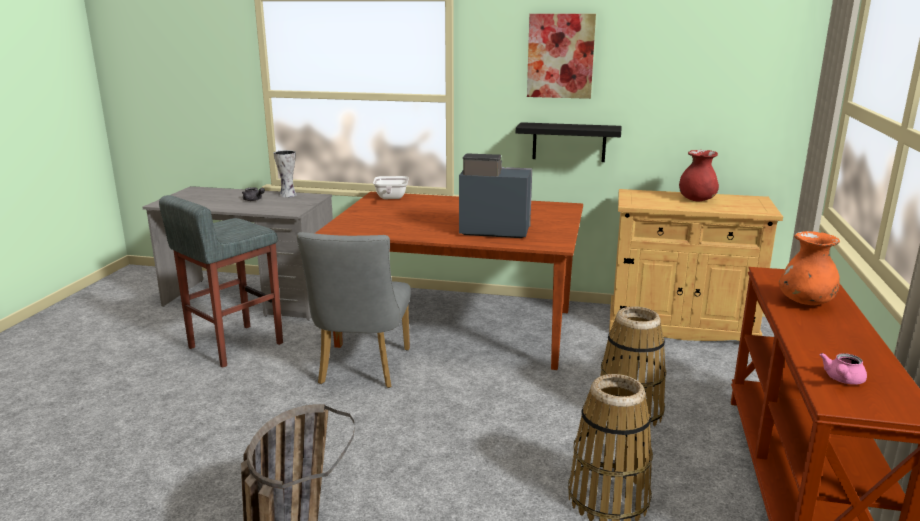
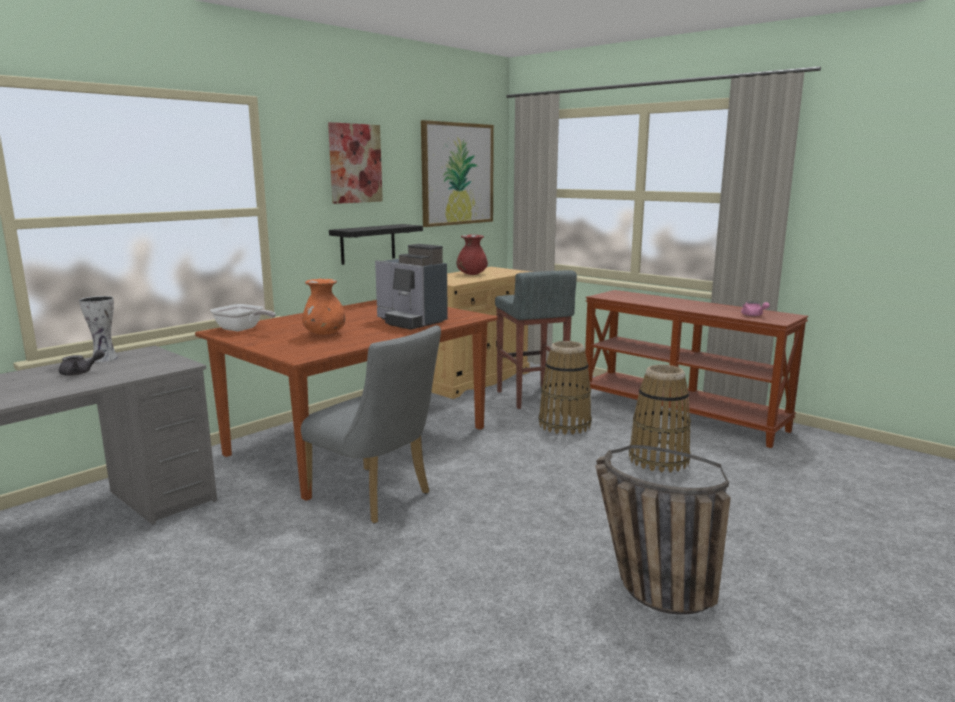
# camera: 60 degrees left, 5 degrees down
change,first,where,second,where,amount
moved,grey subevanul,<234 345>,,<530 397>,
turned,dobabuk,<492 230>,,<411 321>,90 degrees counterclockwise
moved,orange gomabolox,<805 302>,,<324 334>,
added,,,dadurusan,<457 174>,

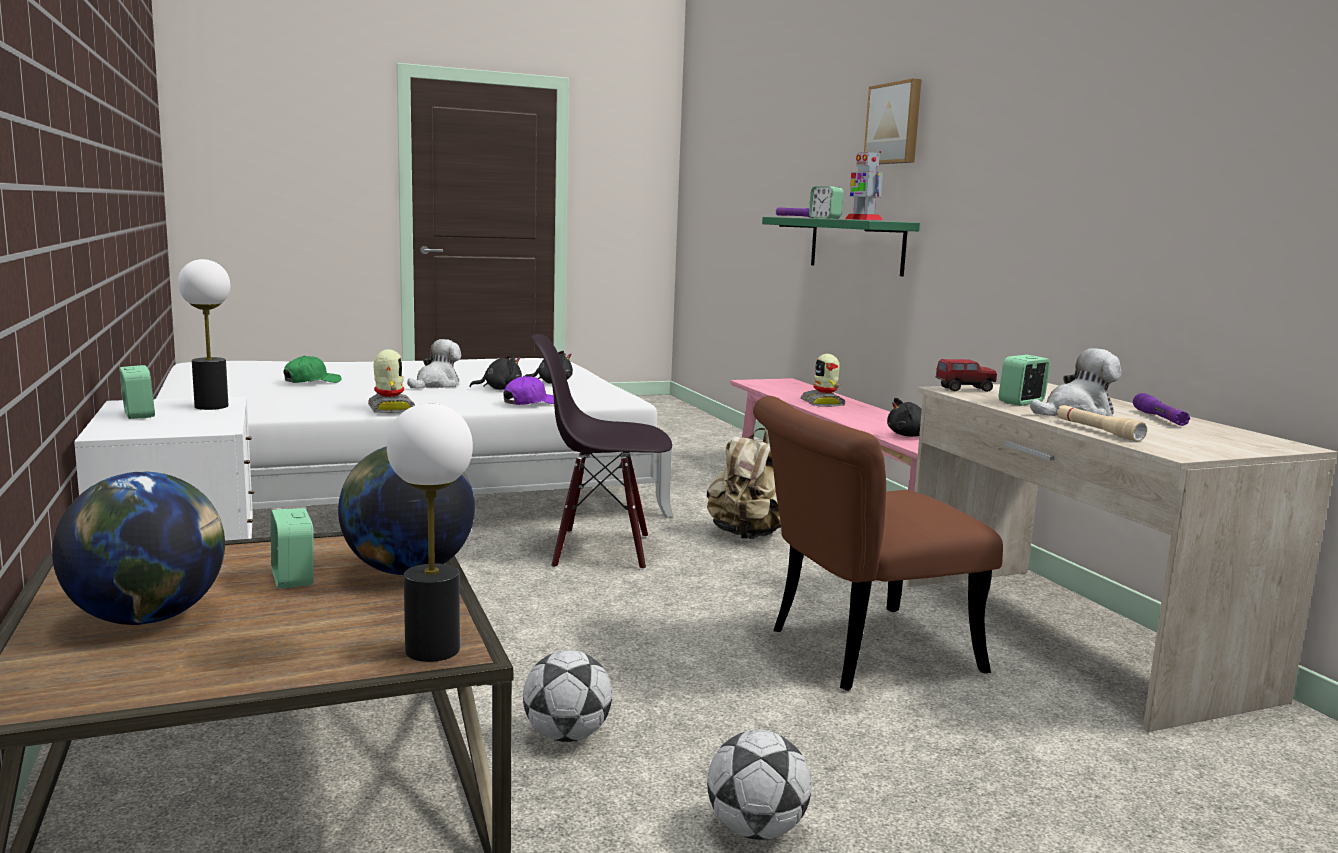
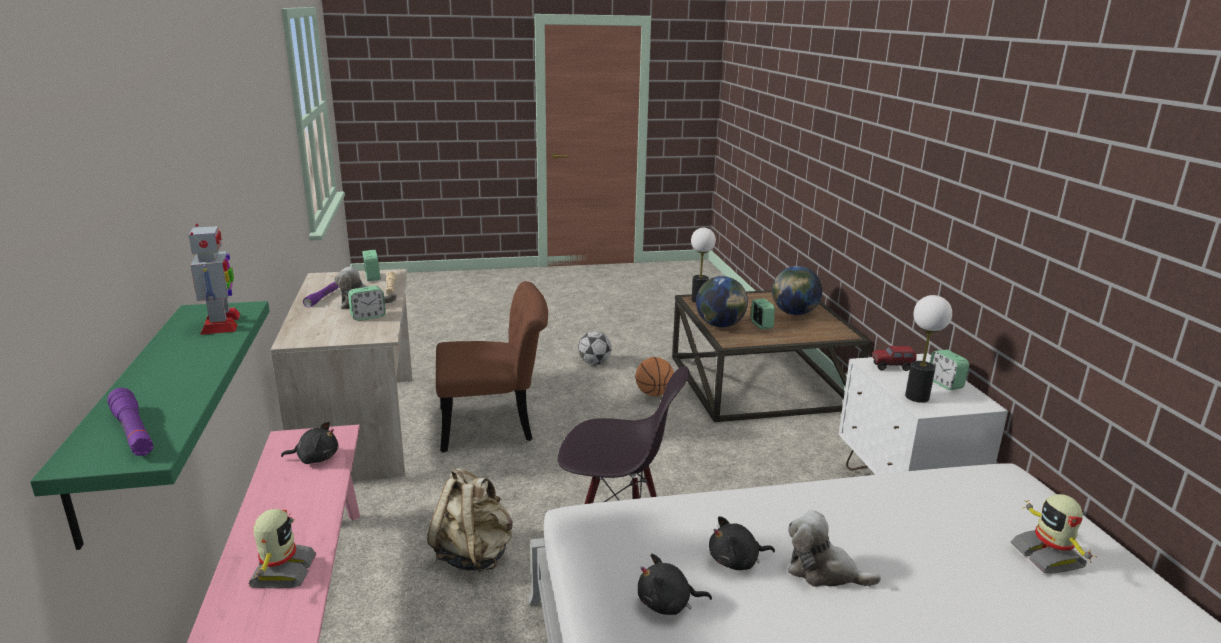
# camera: 170 degrees left, 10 degrees up
change,first,where,second,where,amount
removed,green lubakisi,<312 381>,,,
moved,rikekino,<390 409>,,<1048 556>,
turned,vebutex,<436 385>,,<823 571>,75 degrees clockwise
removed,purple lubakisi,<530 403>,,,
replaced,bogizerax,<566 736>,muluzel,<654 394>,
moved,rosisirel,<825 218>,,<372 277>,
removed,dadurusan,<895 123>,,,
moved,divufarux,<964 389>,,<892 367>,

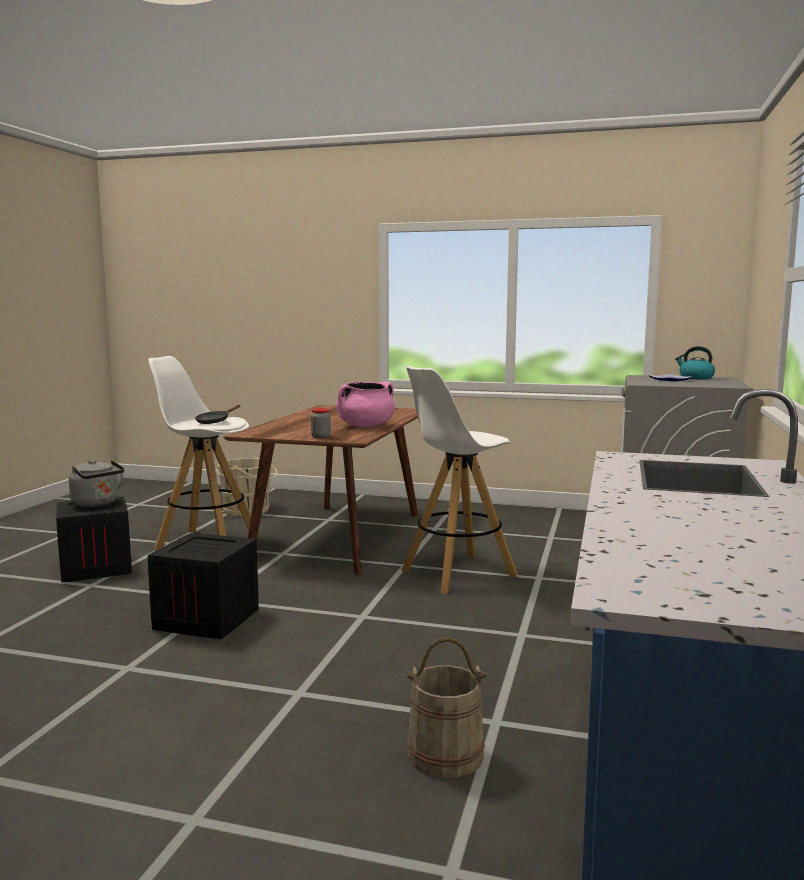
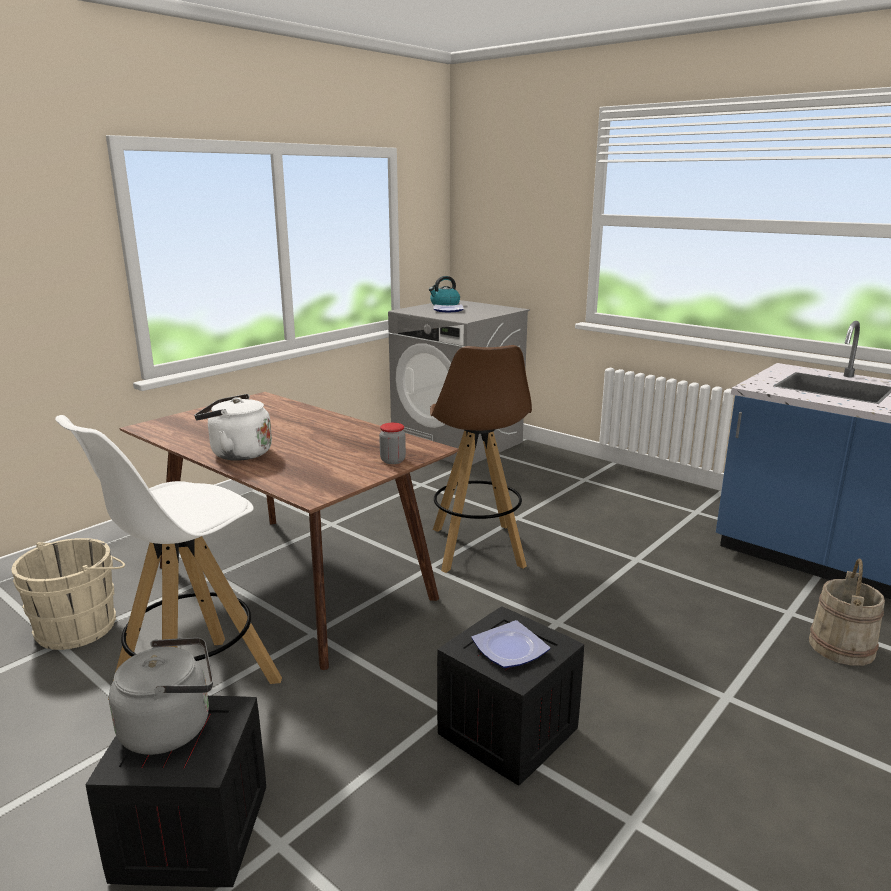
# camera: 65 degrees left, 10 degrees up
change,first,where,second,where,amount
removed,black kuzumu,<215 421>,,,
removed,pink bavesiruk,<365 426>,,,
recoloured,white subevanul,<457 573>,brown subevanul,<477 548>,
added,,,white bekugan,<237 453>,
added,,,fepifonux,<510 648>,

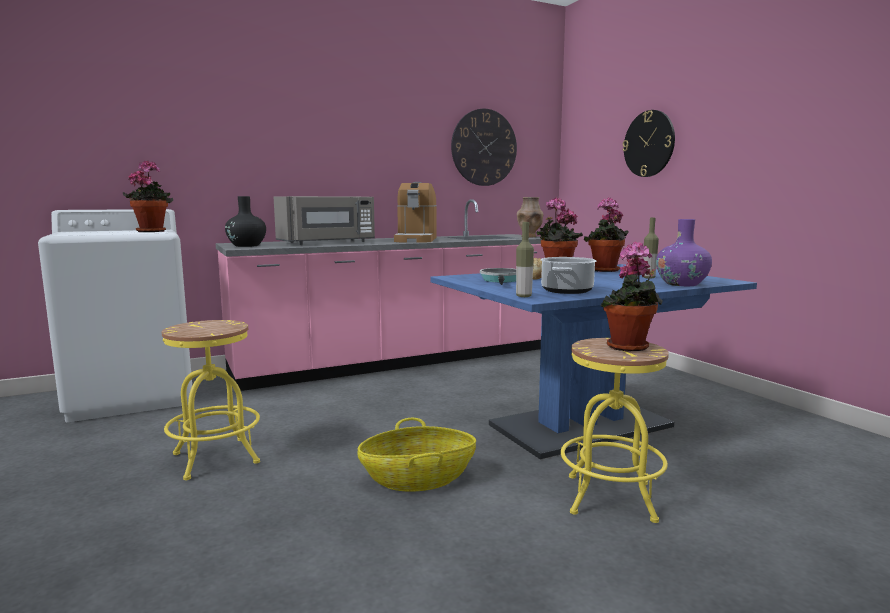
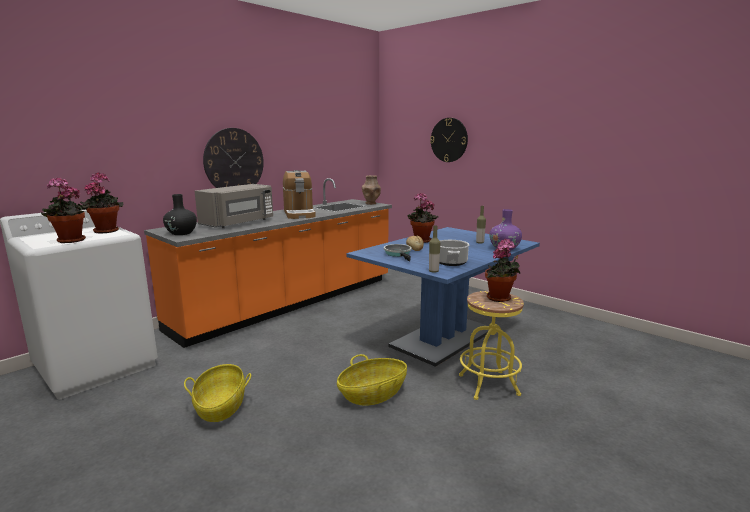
# camera: 20 degrees left, 5 degrees up
change,first,where,second,where,amount
replaced,yellow subevanul,<216 458>,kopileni,<221 406>,
recoloured,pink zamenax,<398 361>,orange zamenax,<290 303>,
moved,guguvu,<484 147>,,<234 161>,
moved,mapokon,<605 270>,,<70 241>,

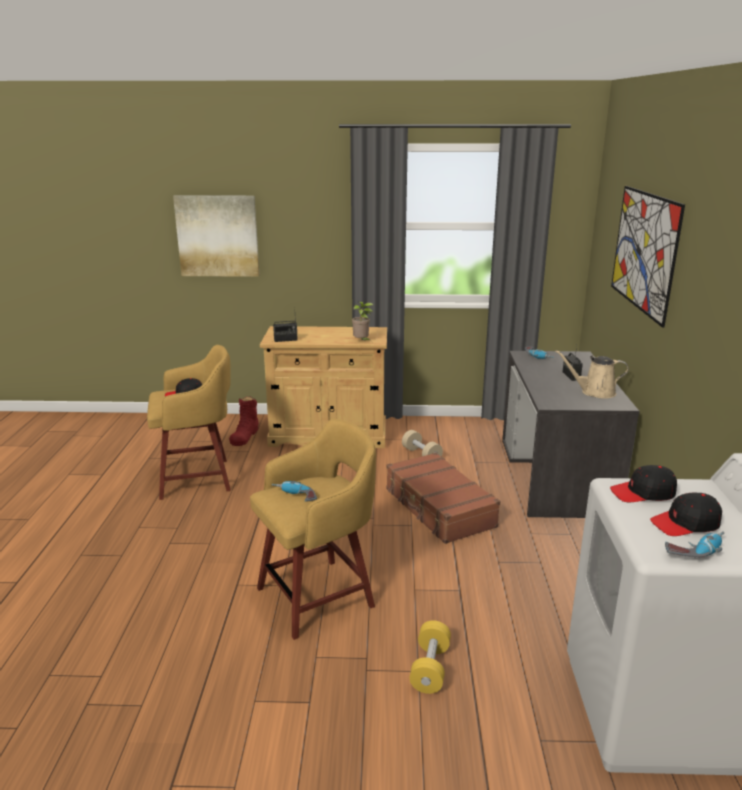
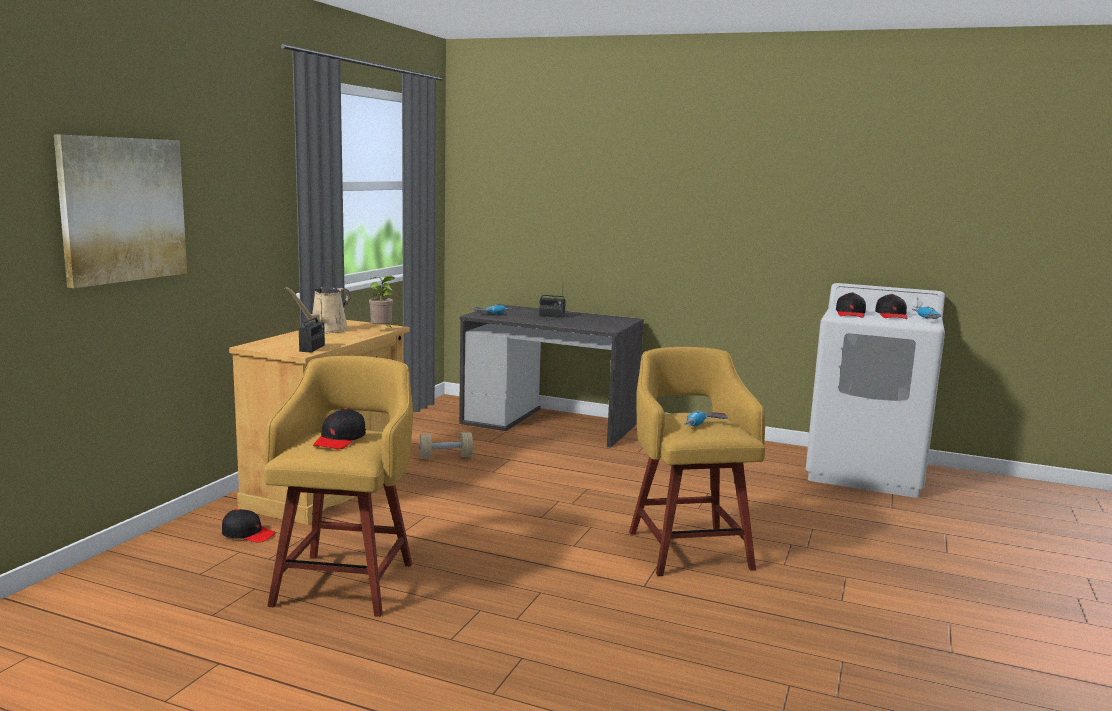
# camera: 70 degrees left, 10 degrees down
change,first,where,second,where,amount
replaced,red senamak,<245 436>,black lubakisi,<248 534>,
removed,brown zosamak,<438 508>,,,
removed,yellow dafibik,<430 668>,,,
moved,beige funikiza,<594 392>,,<325 331>,
removed,dadurusan,<644 251>,,,

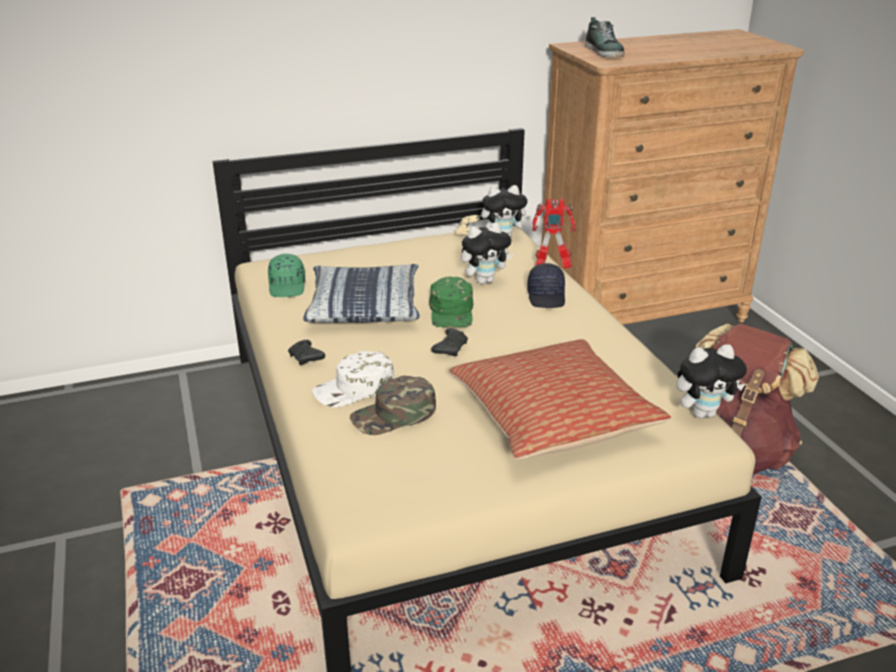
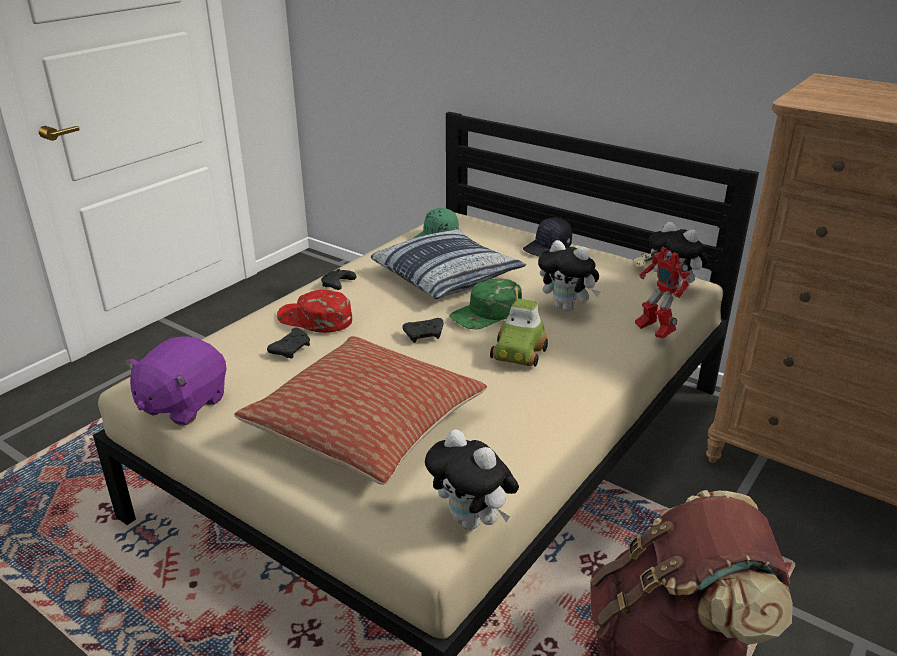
# camera: 55 degrees right, 0 degrees up
change,first,where,second,where,amount
recoloured,white lubakisi,<354 388>,red lubakisi,<314 319>,
replaced,green lubakisi,<394 415>,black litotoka,<291 349>,
moved,black lubakisi,<547 296>,,<548 248>,
removed,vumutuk,<604 52>,,,
added,,,purple vebutex,<182 404>,
added,,,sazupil,<519 354>,

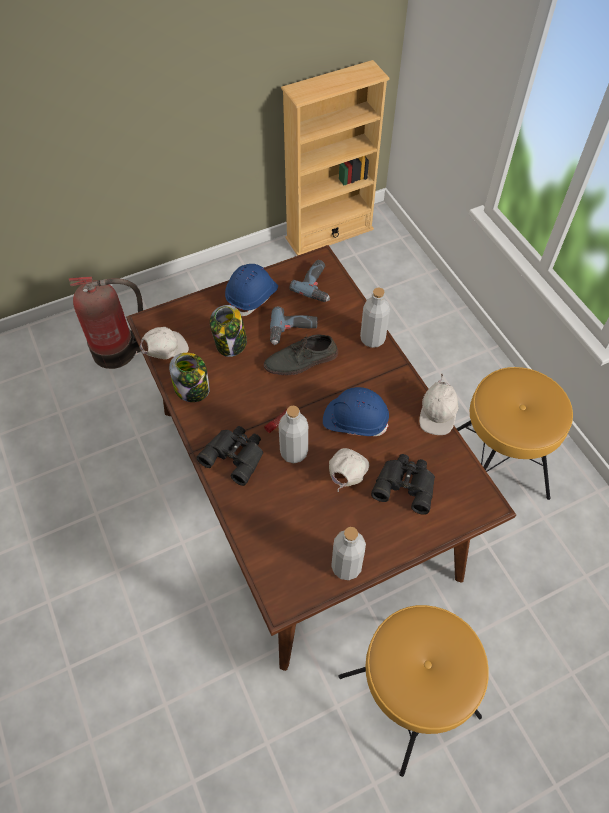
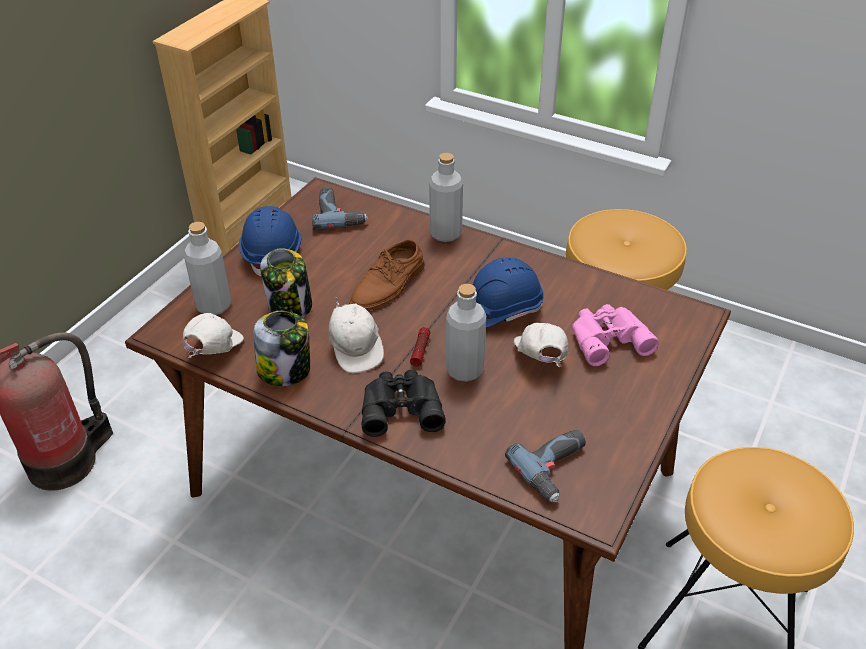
# camera: 35 degrees left, 15 degrees down
change,first,where,second,where,amount
recoloured,grey vumutuk,<301 361>,brown vumutuk,<388 286>,
moved,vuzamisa,<293 331>,,<556 469>,
moved,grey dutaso,<346 566>,,<214 306>,
recoloured,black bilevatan,<405 484>,pink bilevatan,<607 338>,
moved,white lubakisi,<437 414>,,<356 349>,

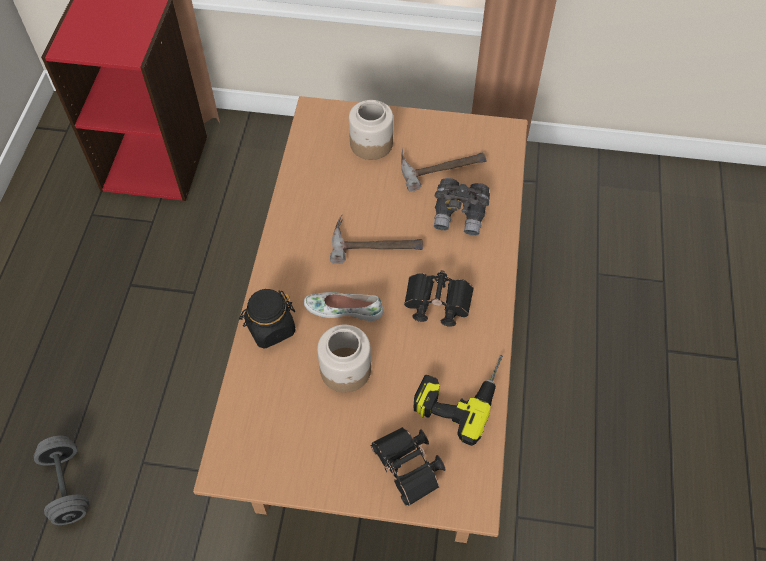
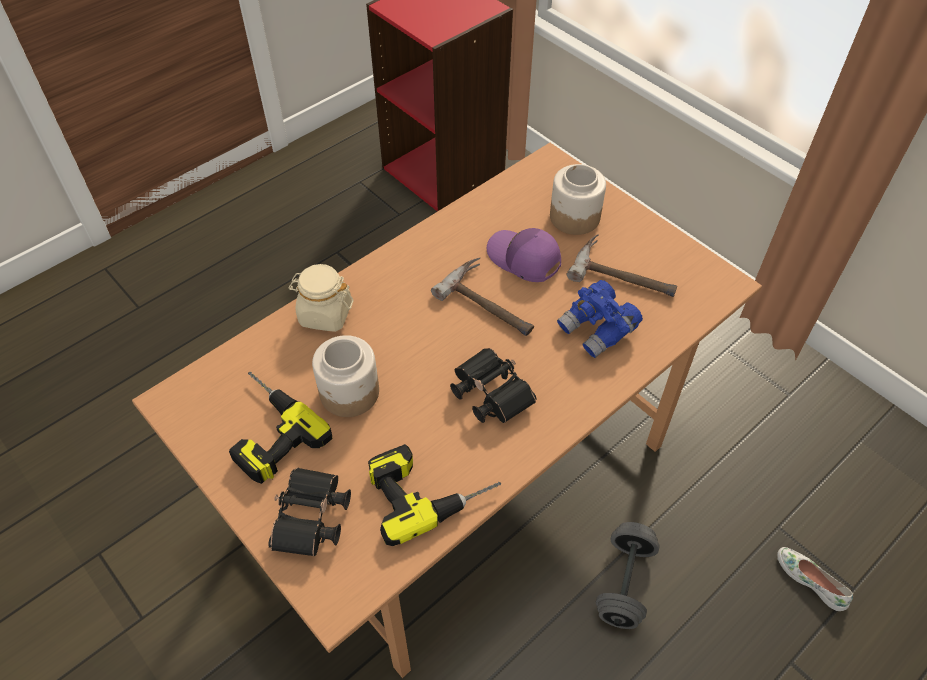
# camera: 40 degrees right, 5 degrees down
change,first,where,second,where,amount
moved,grey dafibik,<67 486>,,<624 583>,
recoloured,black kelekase,<270 328>,beige kelekase,<325 314>,
moved,white vumutuk,<344 308>,,<811 580>,
recoloured,grey bilevatan,<460 215>,blue bilevatan,<598 330>,
added,,,vuzamisa,<264 430>,
added,,,purple lubakisi,<523 259>,

